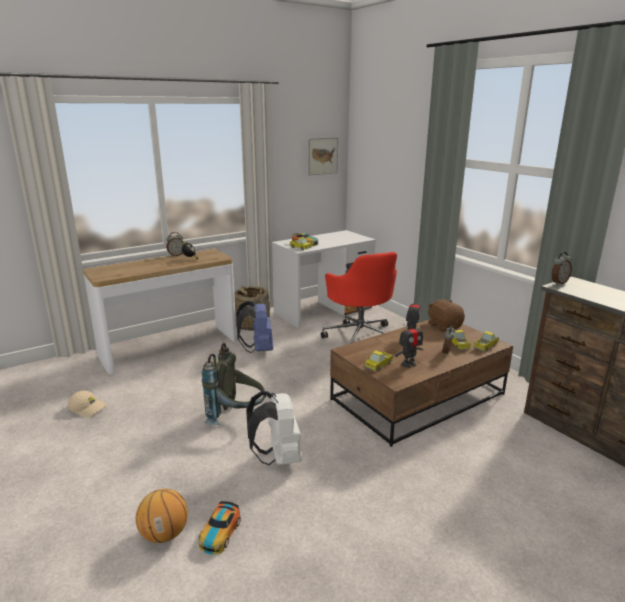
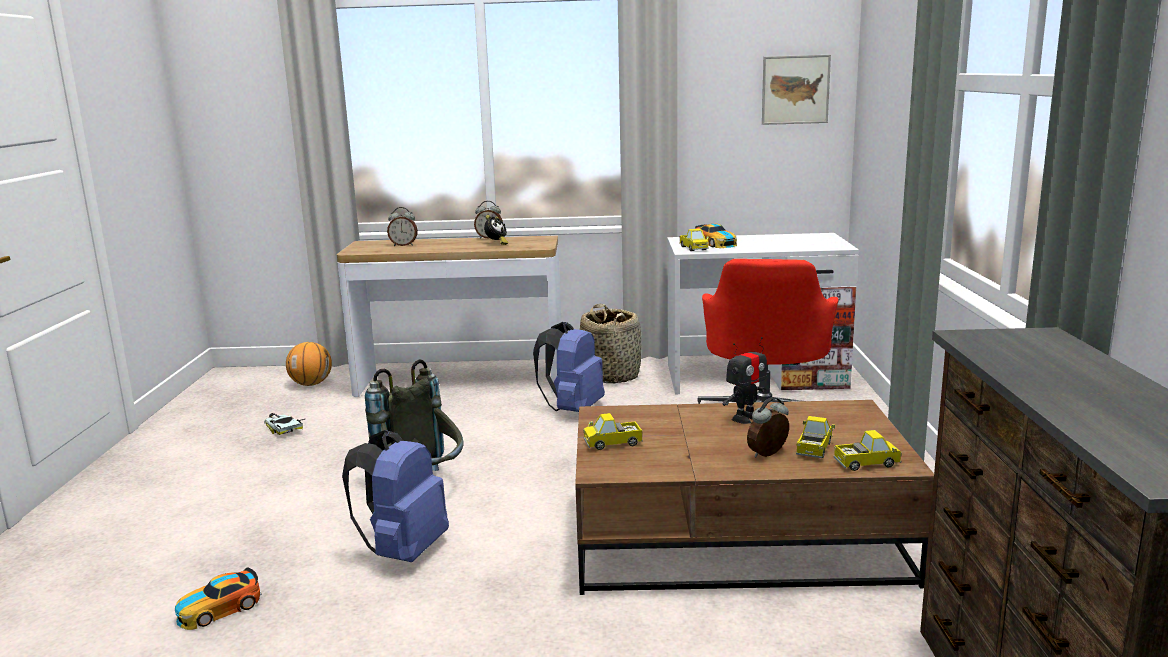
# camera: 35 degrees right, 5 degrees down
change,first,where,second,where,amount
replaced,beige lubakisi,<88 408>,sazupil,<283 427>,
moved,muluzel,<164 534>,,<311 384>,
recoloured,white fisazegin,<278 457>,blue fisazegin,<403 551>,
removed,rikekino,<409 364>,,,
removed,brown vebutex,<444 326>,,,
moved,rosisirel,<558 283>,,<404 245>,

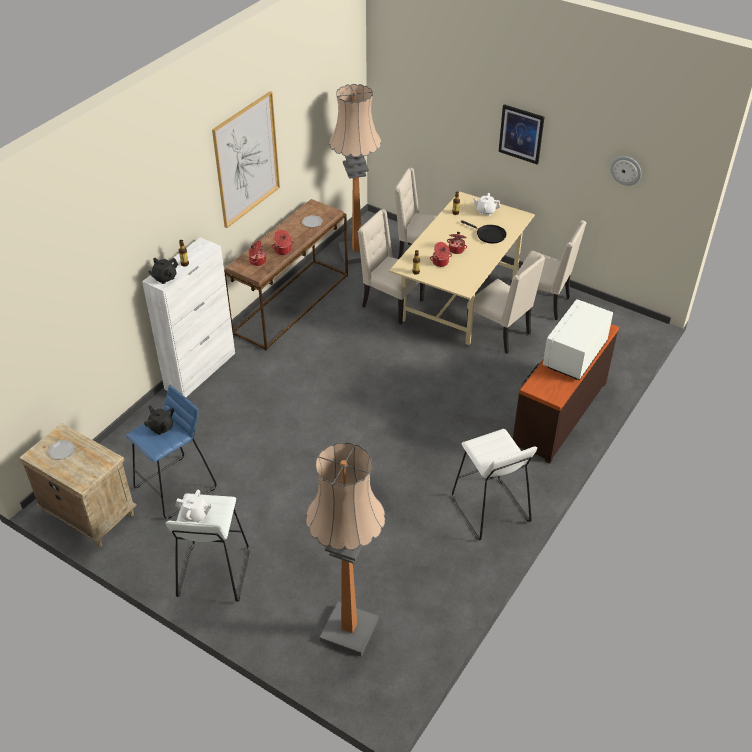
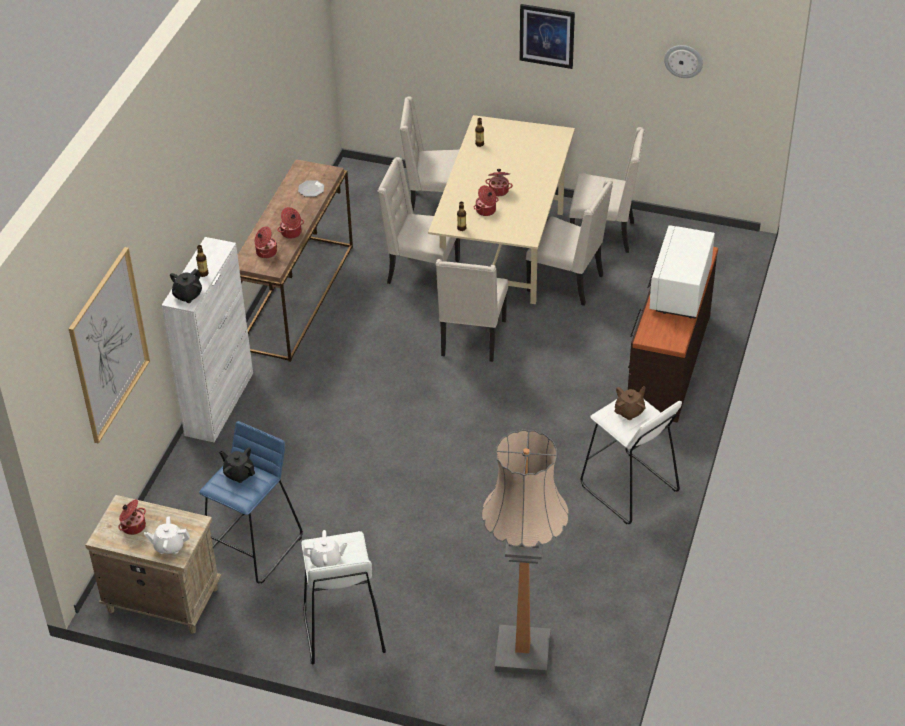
# camera: 15 degrees left, 0 degrees up
change,first,where,second,where,amount
replaced,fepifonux,<61 450>,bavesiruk,<133 526>,
moved,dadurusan,<246 160>,,<109 345>,
removed,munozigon,<357 253>,,,
removed,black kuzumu,<489 235>,,,
moved,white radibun,<485 211>,,<169 546>,
added,,,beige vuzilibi,<472 339>,
added,,,brown radibun,<629 411>,

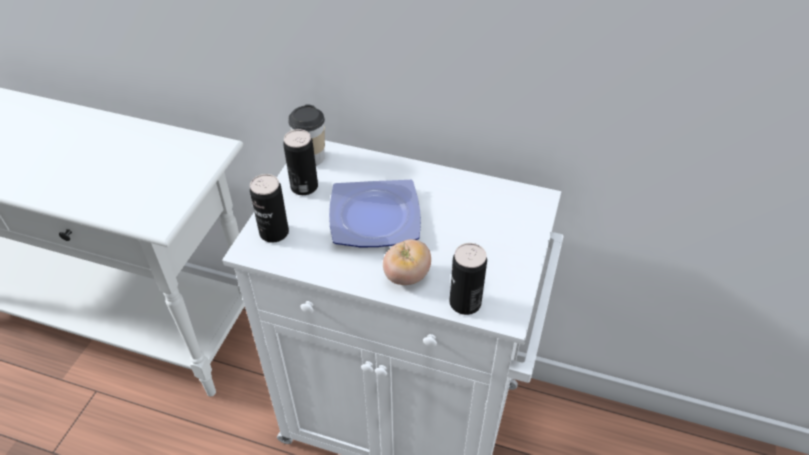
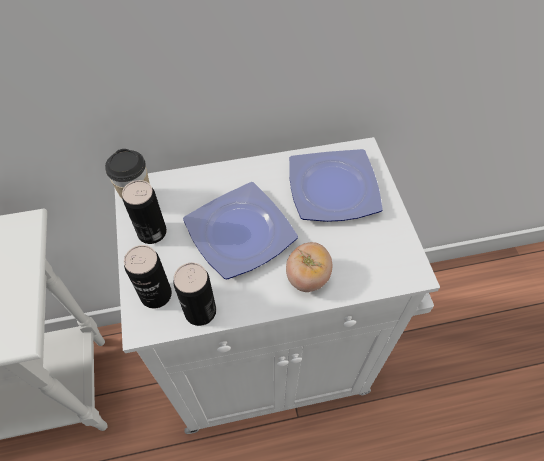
# camera: 30 degrees left, 10 degrees up
change,first,where,second,where,amount
moved,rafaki,<465 303>,,<200 311>,
added,,,fepifonux,<331 190>,

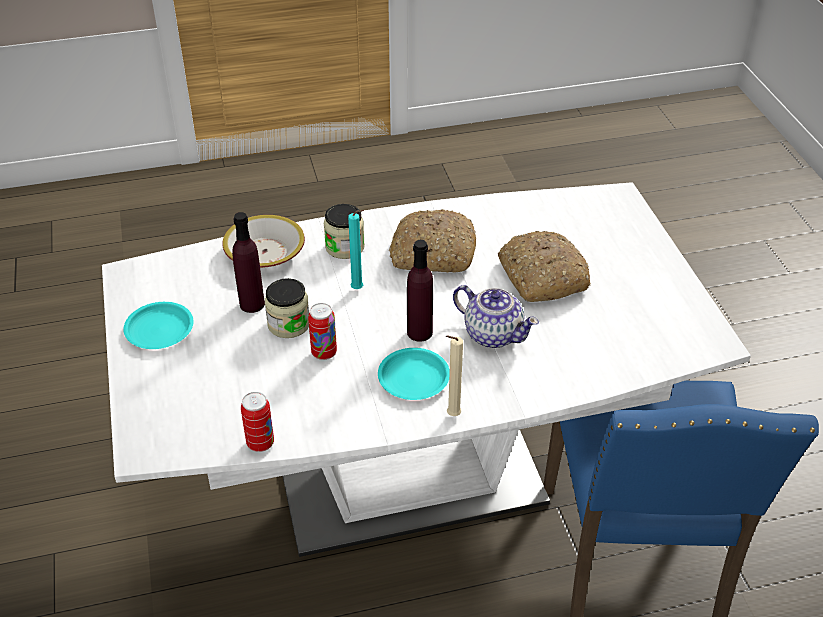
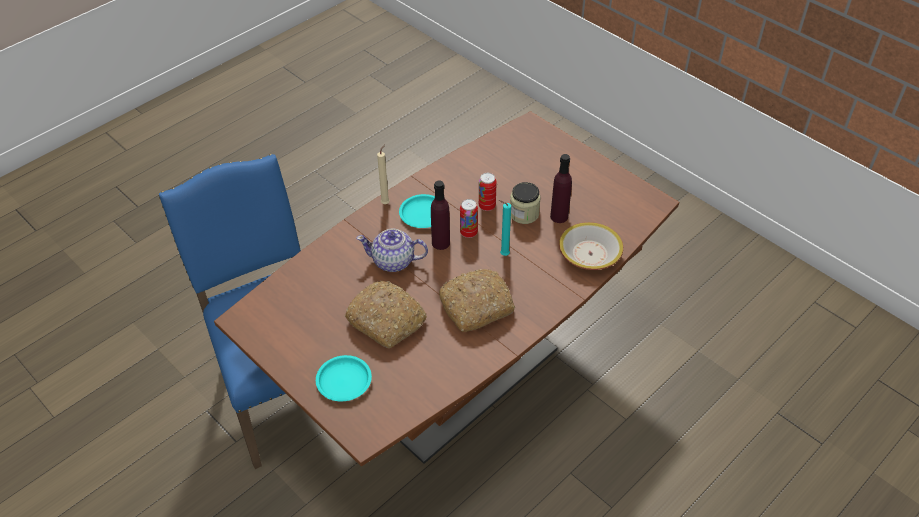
# camera: 150 degrees right, 5 degrees up
change,first,where,second,where,amount
recoloured,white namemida,<411 481>,brown namemida,<460 377>,
moved,turquoise fepifonux,<160 330>,,<343 381>,
moved,rafaki,<260 443>,,<468 233>,
removed,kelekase,<345 247>,,,

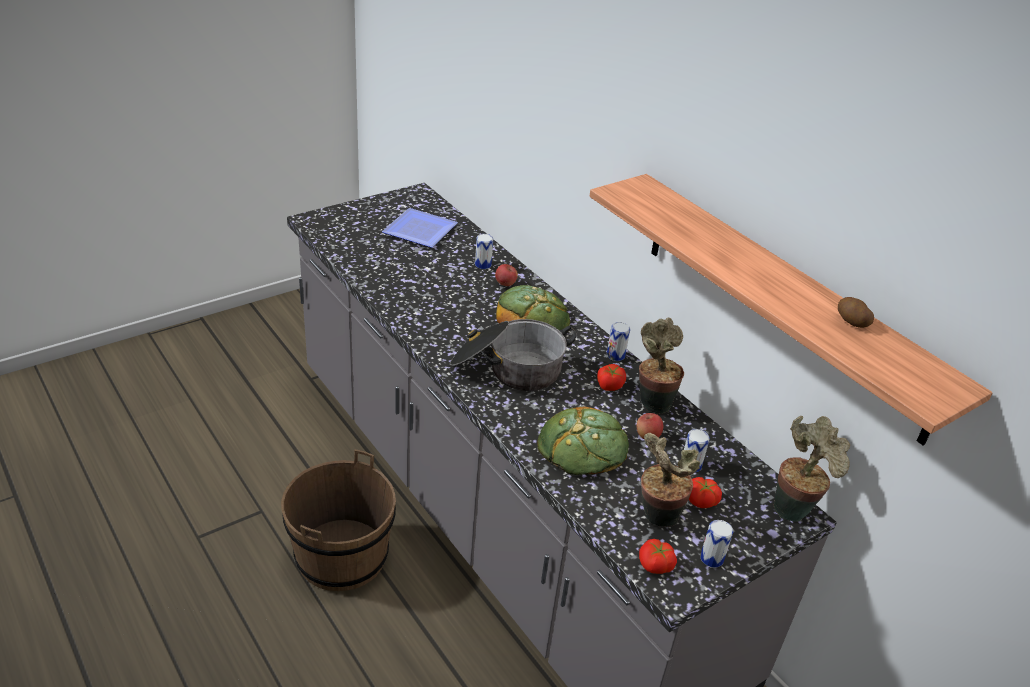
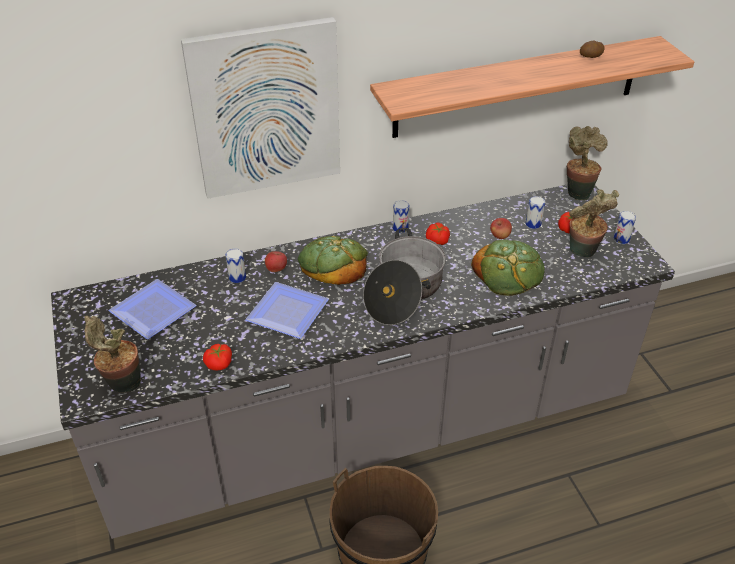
# camera: 70 degrees left, 5 degrees up
change,first,where,second,where,amount
moved,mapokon,<652 402>,,<122 384>,
moved,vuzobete,<655 565>,,<219 364>,
added,,,dadurusan,<266 109>,
added,,,fepifonux,<290 312>,

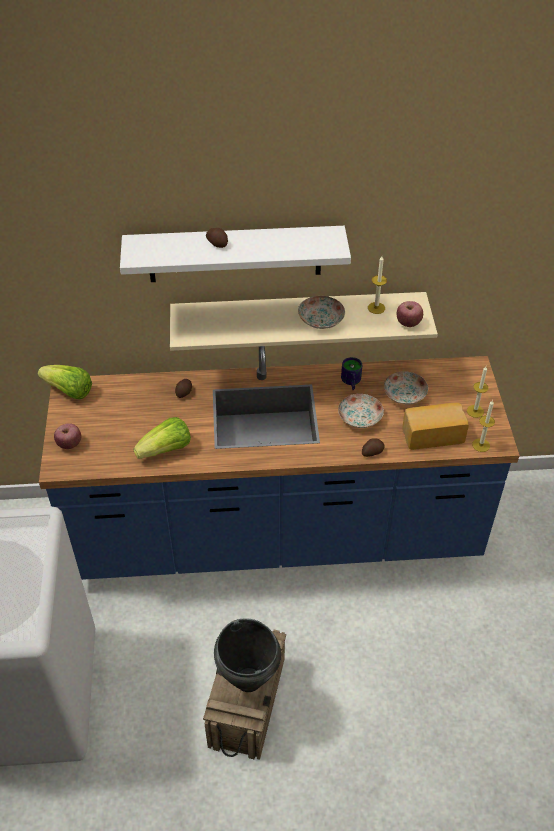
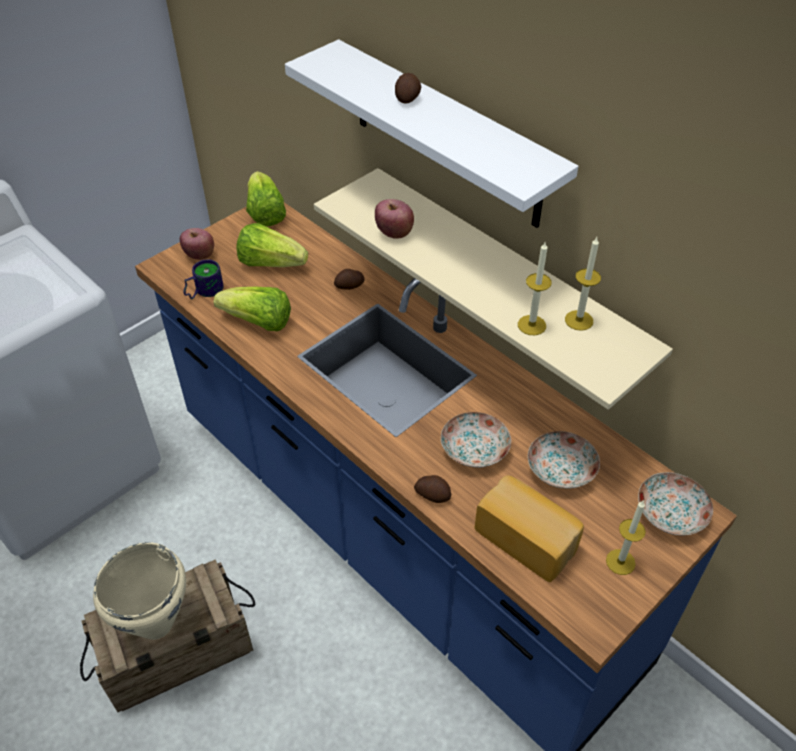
# camera: 50 degrees right, 0 degrees up
change,first,where,second,where,amount
recoloured,black bavesiruk,<248 681>,beige bavesiruk,<155 624>,
moved,fepifonux,<321 319>,,<672 513>,
moved,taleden,<350 382>,,<203 291>,
moved,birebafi,<408 323>,,<394 233>,
moved,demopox,<481 445>,,<531 325>,
added,,,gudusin,<270 263>,

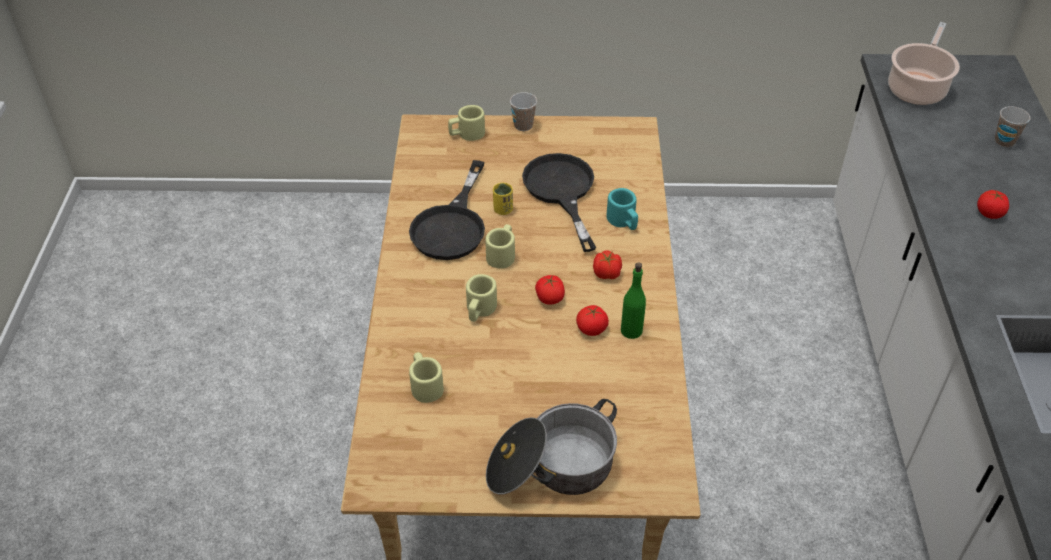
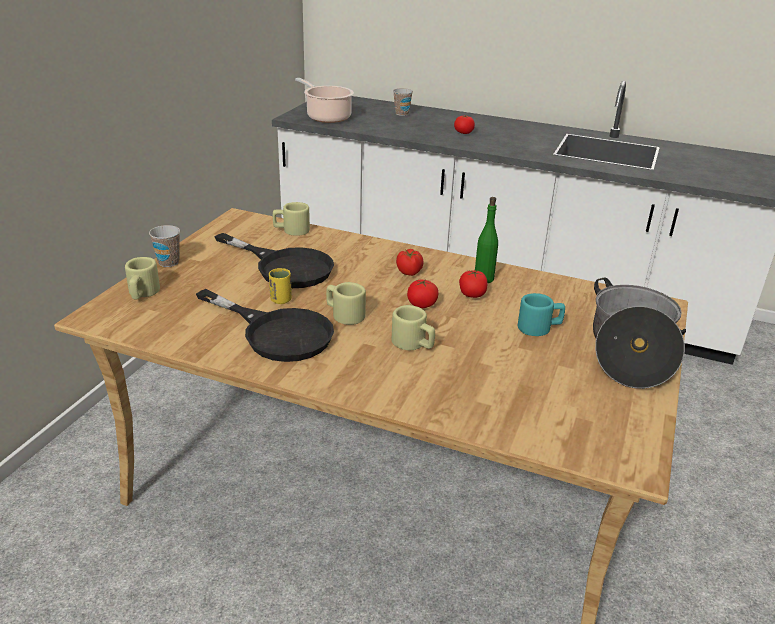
# camera: 70 degrees left, 15 degrees down
change,first,where,second,where,amount
moved,beige taleden,<425 385>,,<291 230>,
turned,black kuzumu,<561 192>,,<285 267>,150 degrees counterclockwise
moved,turquoise taleden,<623 221>,,<539 328>,

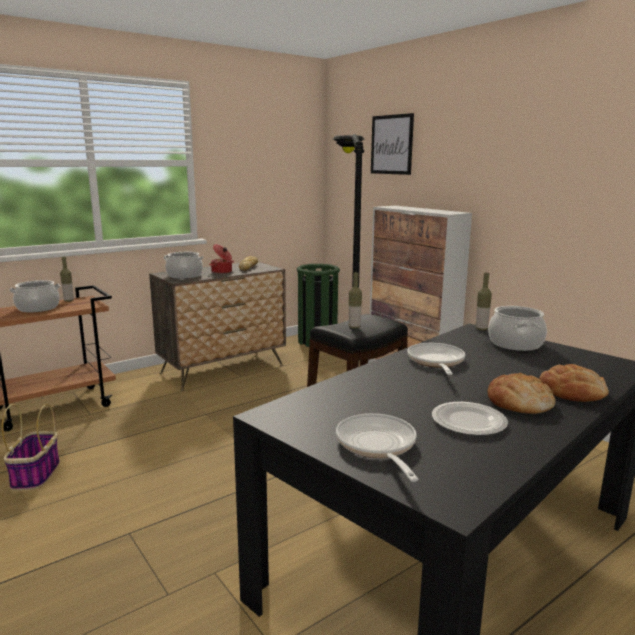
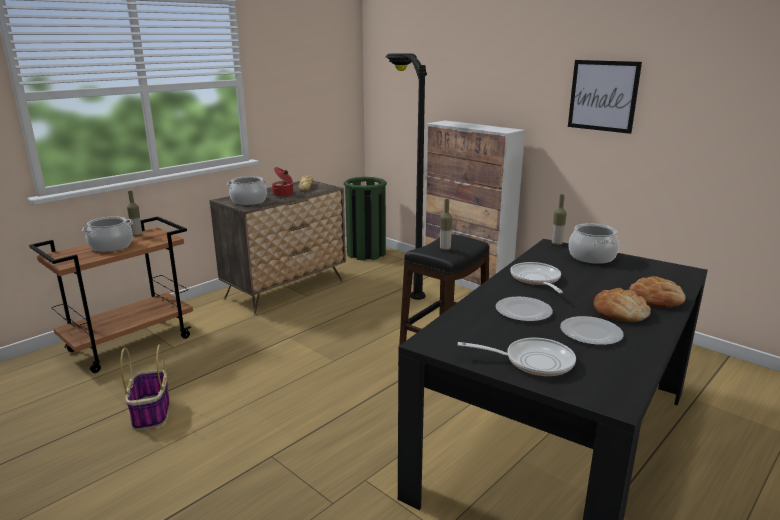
# camera: 10 degrees left, 5 degrees up
change,first,where,second,where,amount
turned,kuzumu,<377 446>,,<532 361>,120 degrees clockwise
moved,dadurusan,<391 144>,,<603 96>,
added,,,fepifonux,<524 312>,

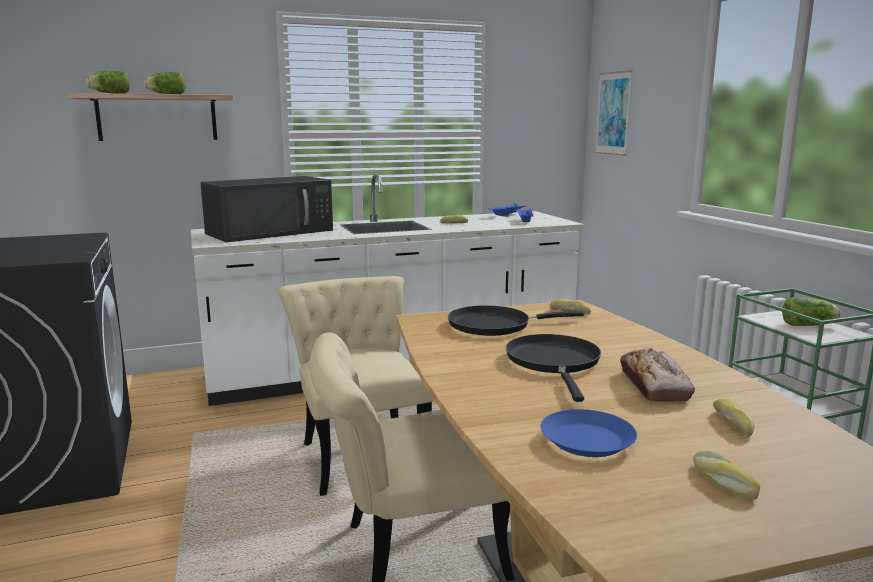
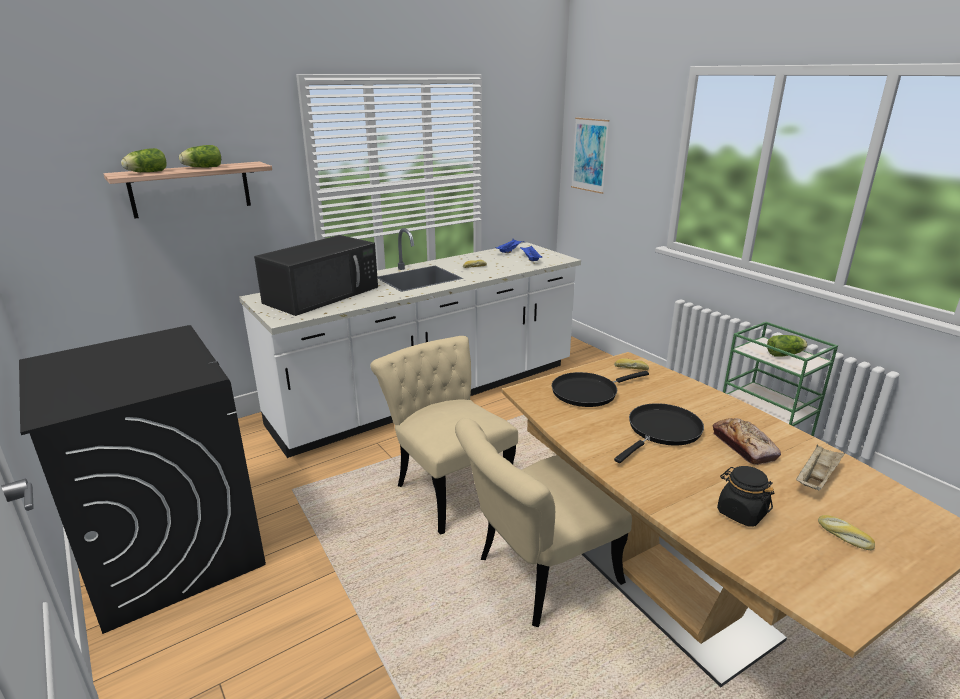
# camera: 15 degrees left, 10 degrees up
change,first,where,second,where,amount
turned,black kuzumu,<554 362>,,<661 431>,60 degrees clockwise
replaced,blue fepifonux,<588 441>,black kelekase,<741 513>,
replaced,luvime,<734 423>,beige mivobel,<816 478>,

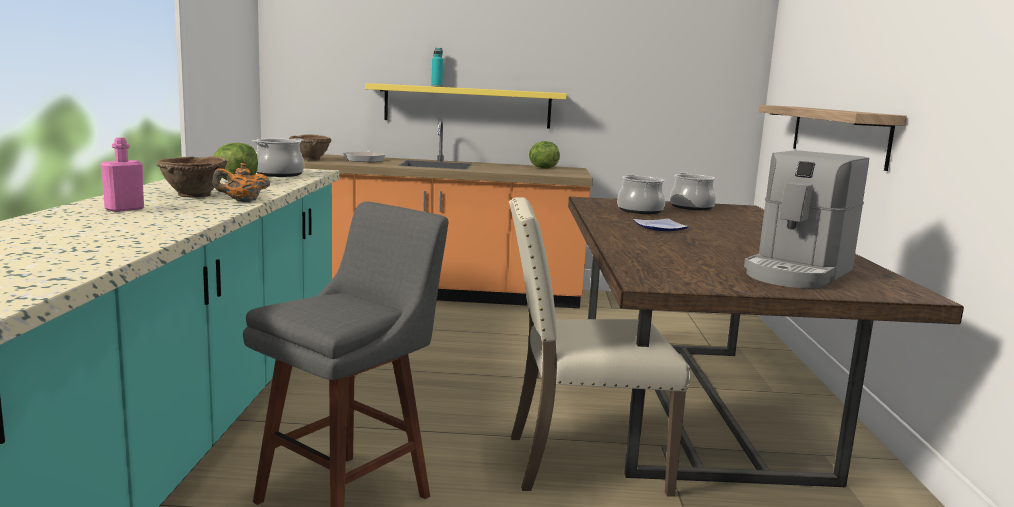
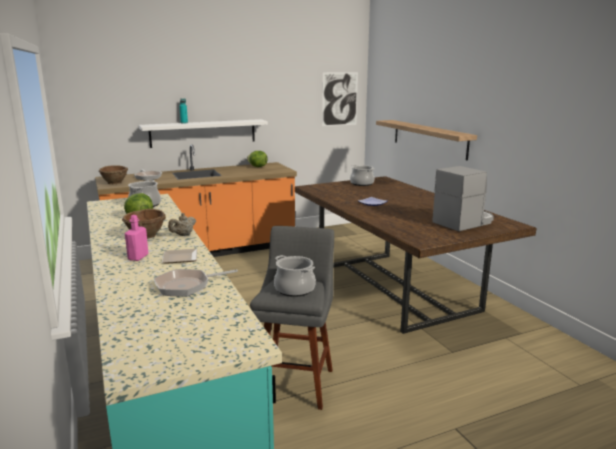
# camera: 25 degrees left, 5 degrees up
change,first,where,second,where,amount
recoloured,orange radibun,<242 201>,beige radibun,<183 235>,
recoloured,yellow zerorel,<467 106>,white zerorel,<203 133>,
removed,beige vuzilibi,<581 462>,,,
moved,bavesiruk,<640 211>,,<295 289>,
turned,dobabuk,<797 273>,,<464 222>,135 degrees counterclockwise
added,,,kuzumu,<186 286>,
added,,,fepifonux,<181 258>,
added,,,dadurusan,<340 99>,

